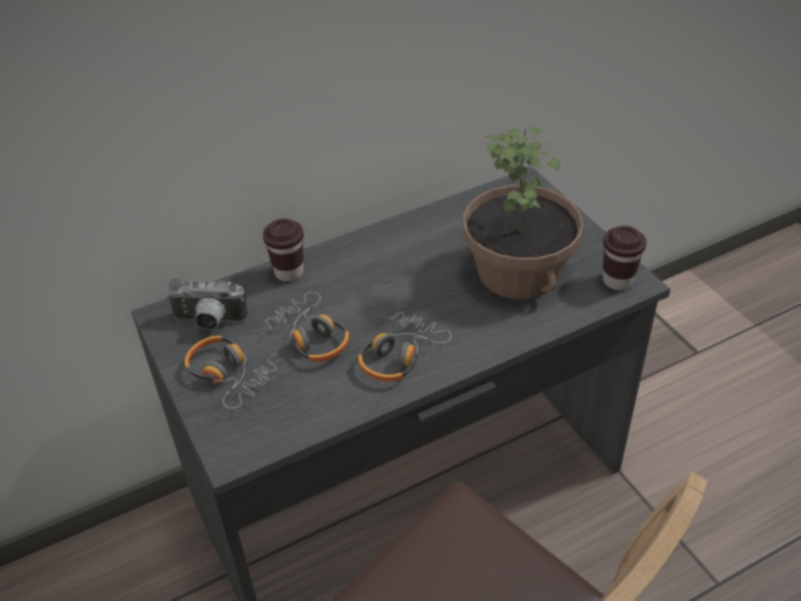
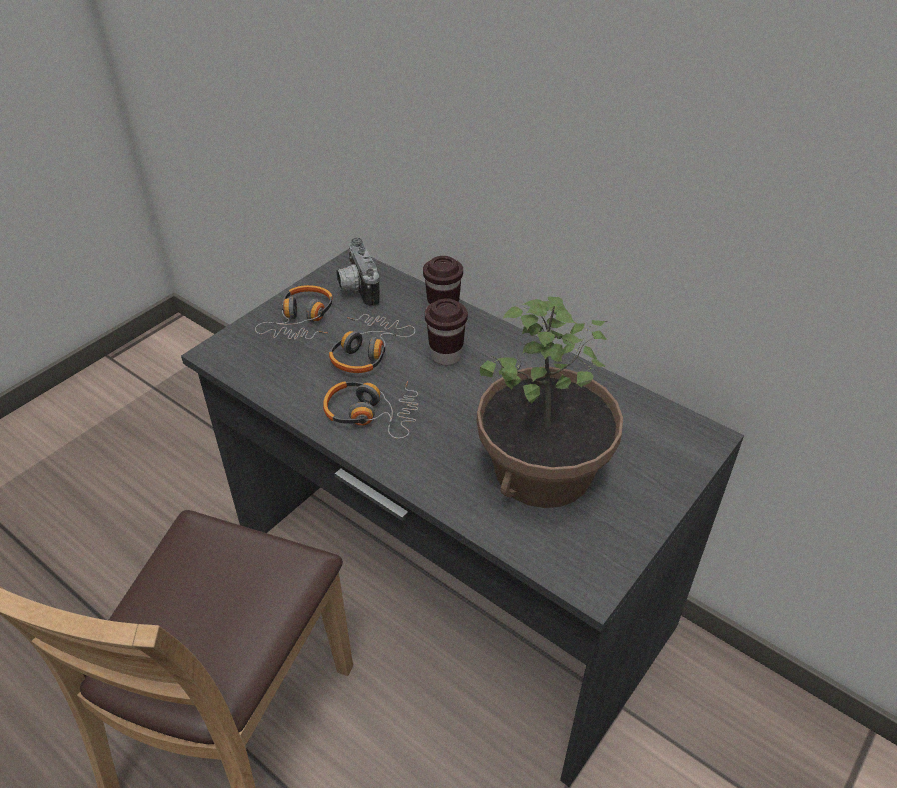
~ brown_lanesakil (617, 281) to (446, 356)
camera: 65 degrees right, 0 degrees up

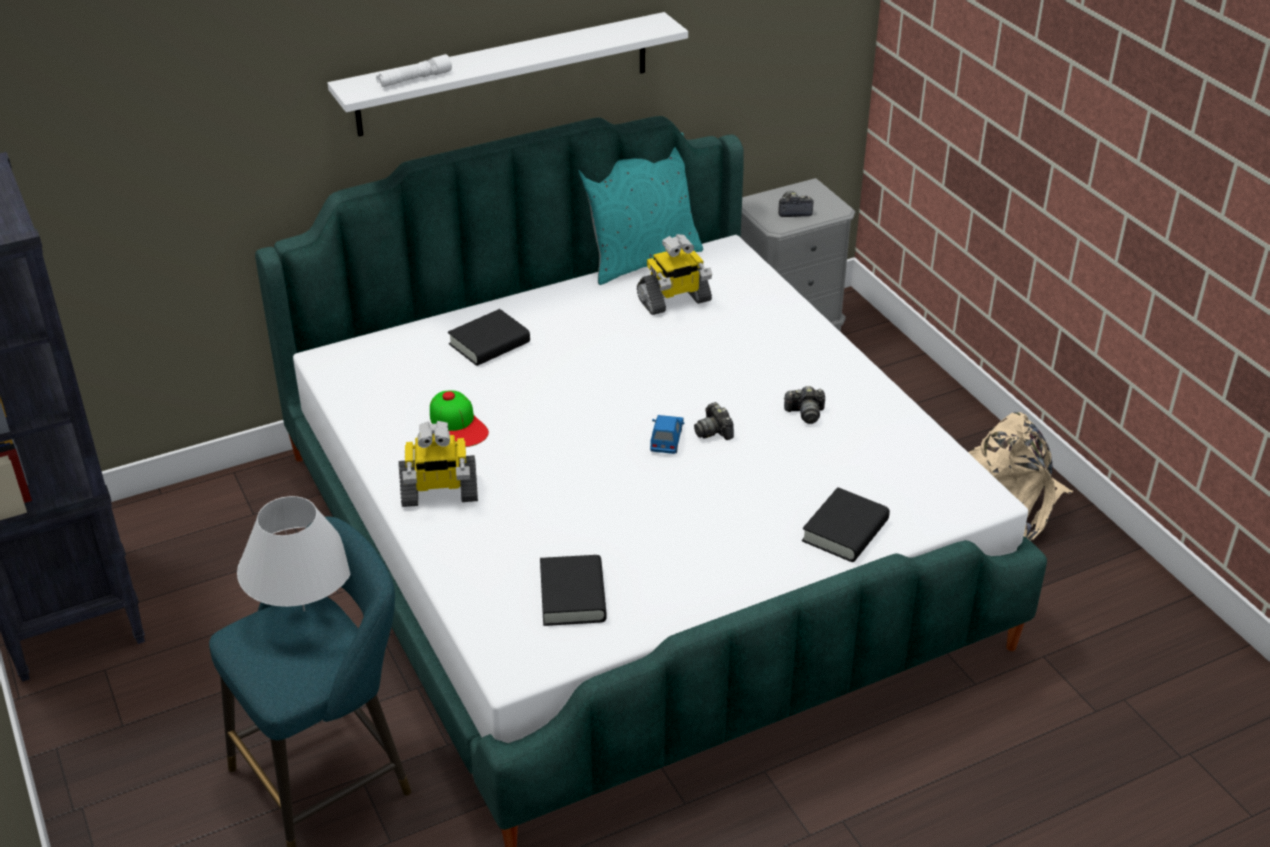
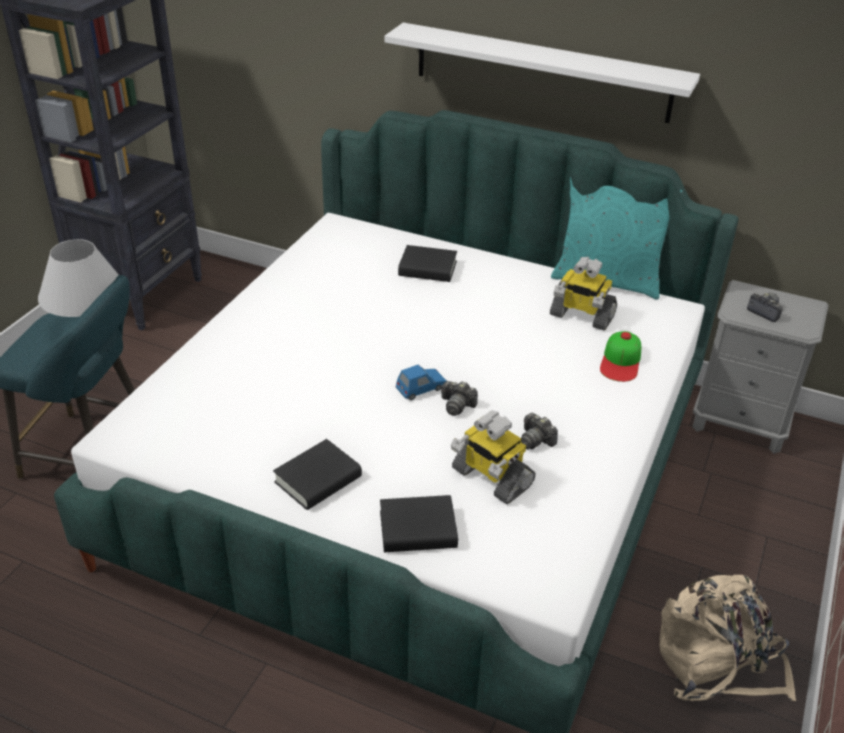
- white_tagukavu (414, 79)
~ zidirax (439, 493) to (491, 478)
~ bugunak (458, 424) to (621, 361)
~ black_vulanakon (573, 596) to (318, 480)
~ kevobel (714, 431) = (457, 405) 90 degrees counterclockwise
camera: 50 degrees right, 0 degrees up

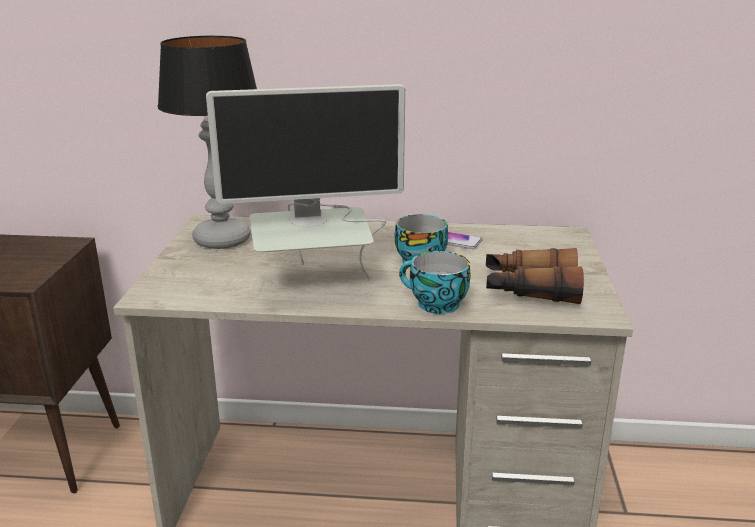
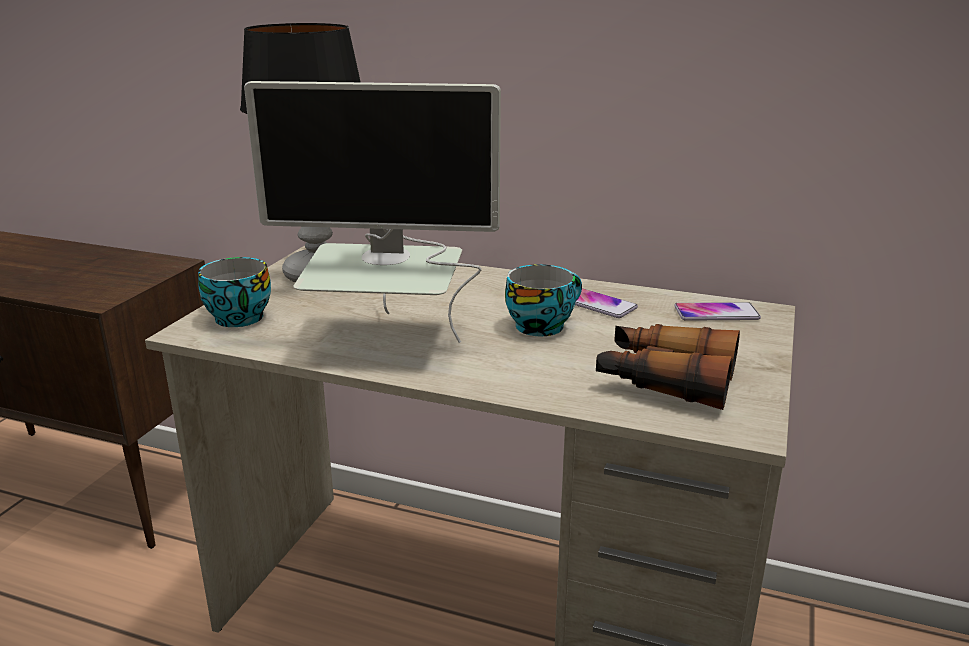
~ lanesakil (435, 304) to (235, 318)
+ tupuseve (716, 313)
camera: 15 degrees right, 0 degrees up

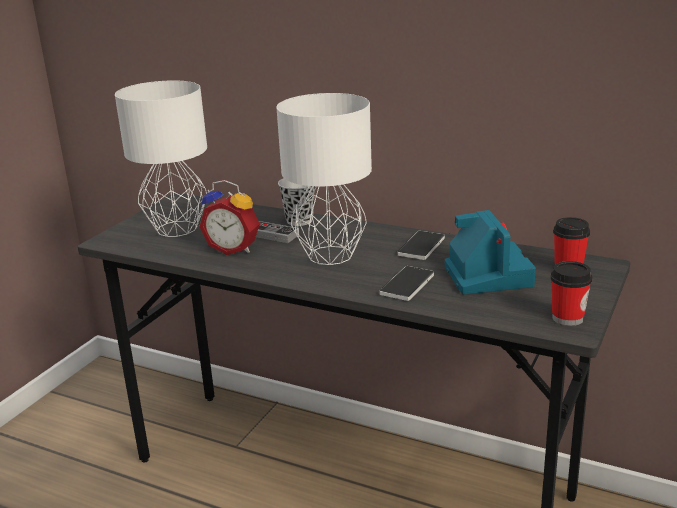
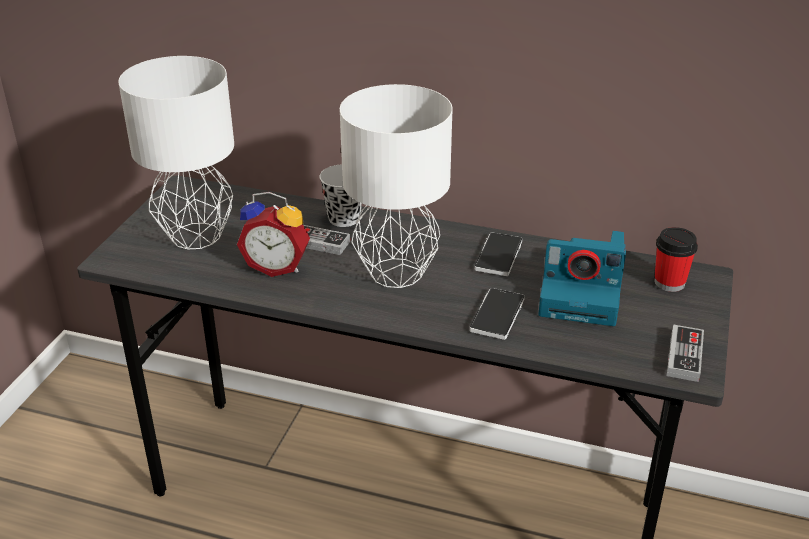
~ kevobel (486, 275) = (582, 296) 120 degrees clockwise
~ lanesakil (567, 318) to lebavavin (684, 356)
camera: 10 degrees left, 10 degrees up

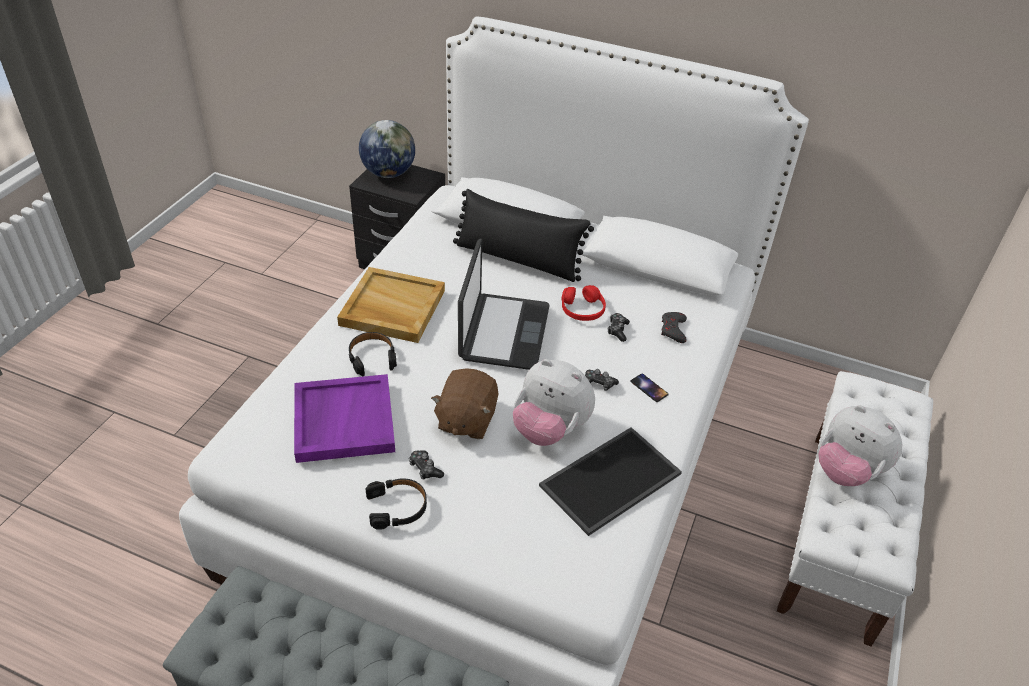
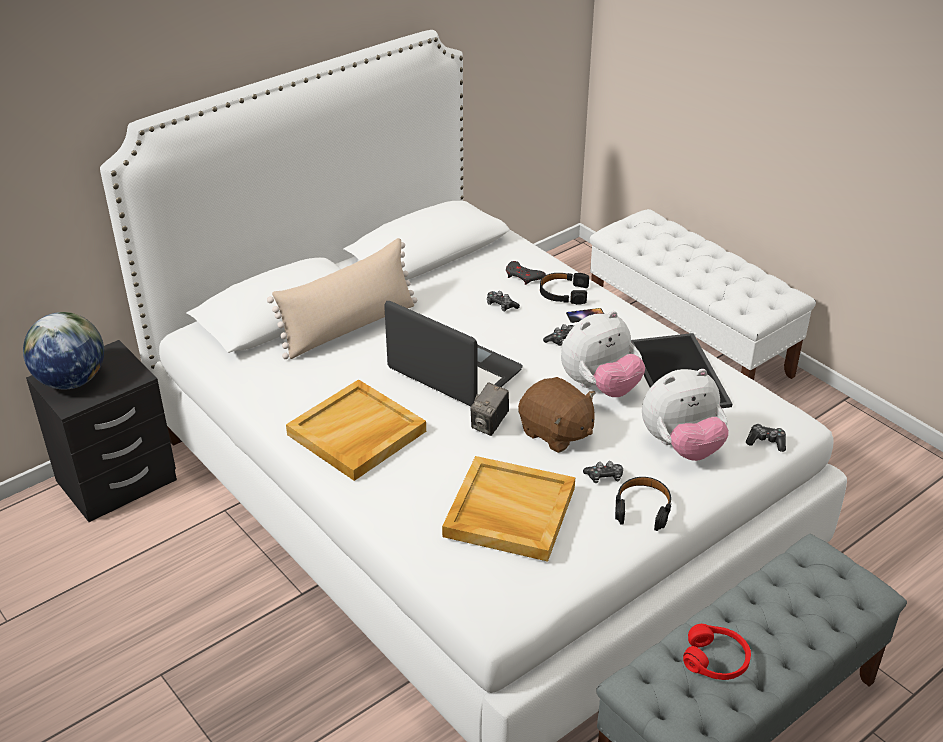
~ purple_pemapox (343, 420) to beige_pemapox (508, 512)
~ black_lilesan (372, 357) to (563, 293)
~ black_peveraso (518, 259) to beige_peveraso (349, 327)
~ red_lilesan (582, 310) to (716, 660)
~ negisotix (847, 471) to (681, 446)
+ kevobel (489, 424)
+ lebavavin (766, 442)
camera: 60 degrees left, 5 degrees down

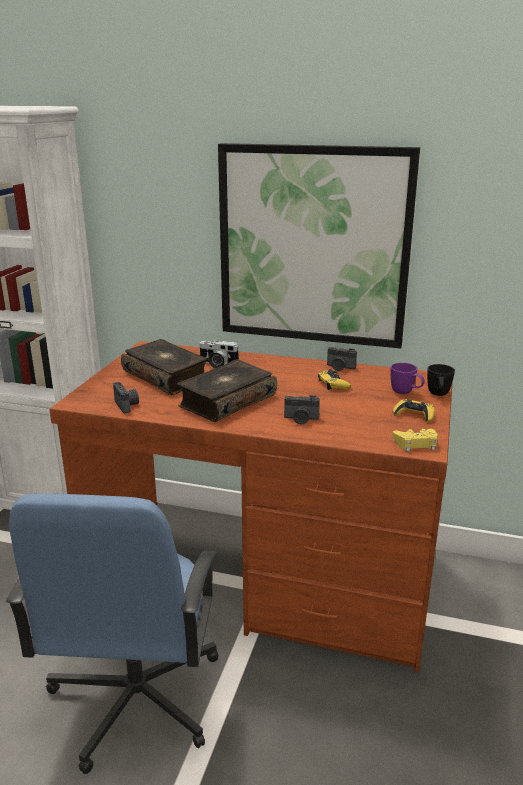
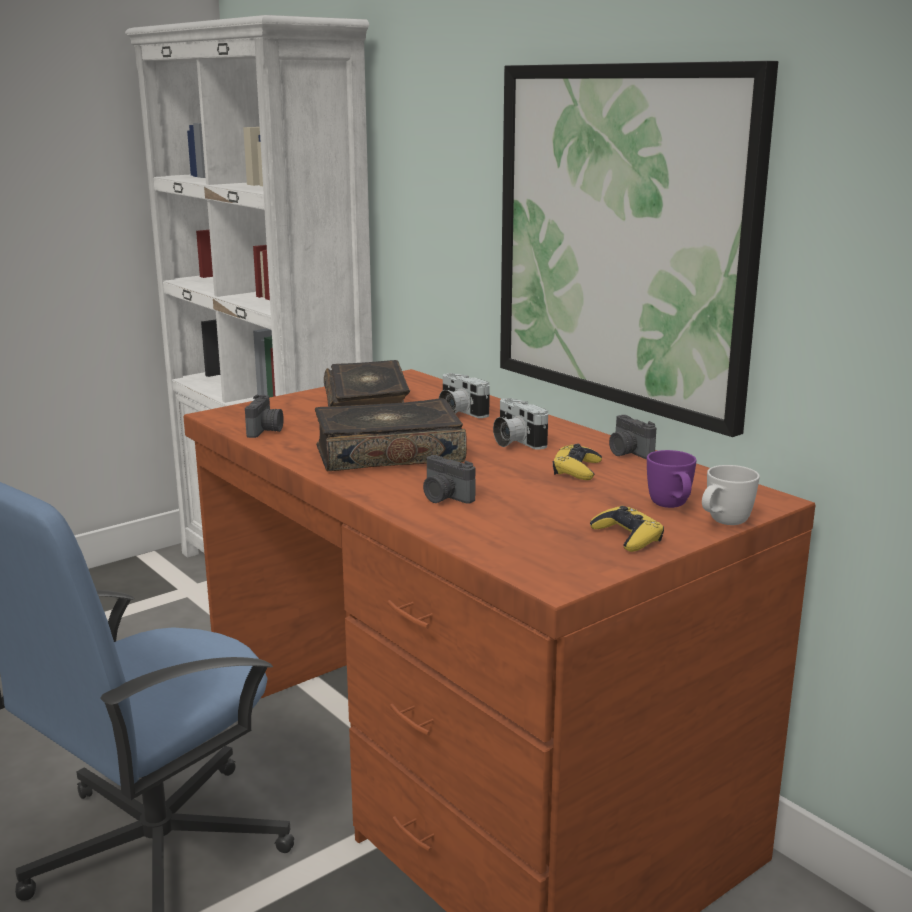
- yellow_lebavavin (416, 444)
~ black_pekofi (438, 395) to white_pekofi (723, 523)
+ kevobel (514, 441)
camera: 35 degrees right, 5 degrees down

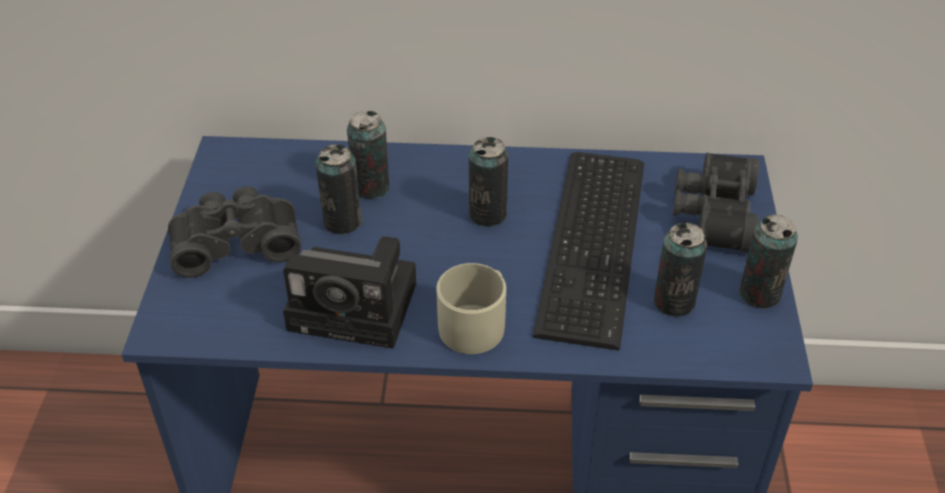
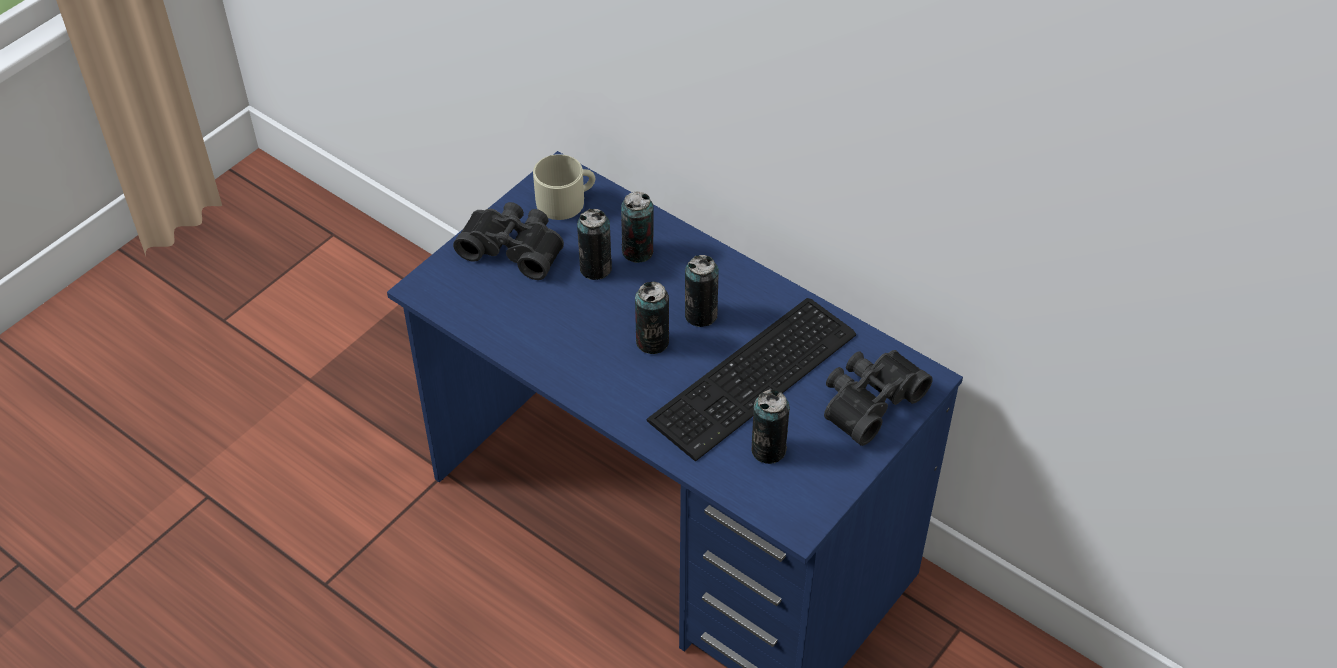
- kevobel (359, 306)
~ beige_pekofi (476, 323) to (566, 201)
~ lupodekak (759, 294) to (652, 341)
camera: 35 degrees right, 5 degrees up

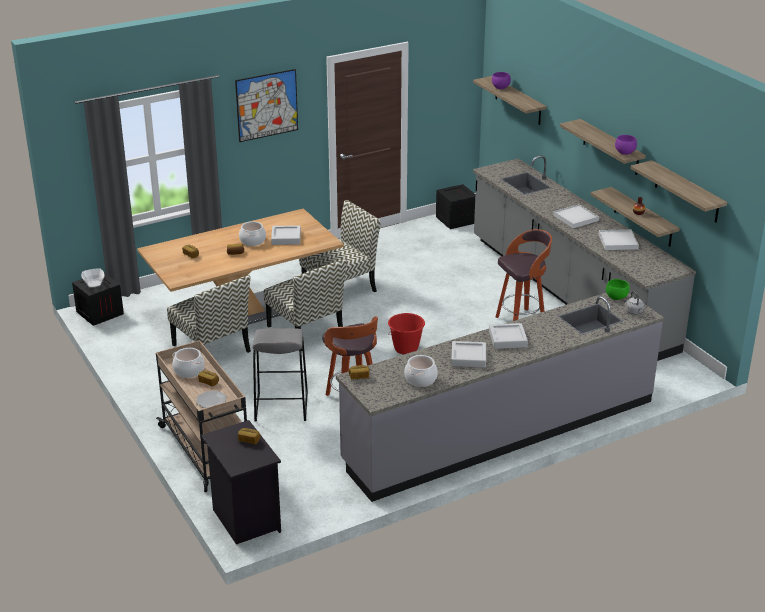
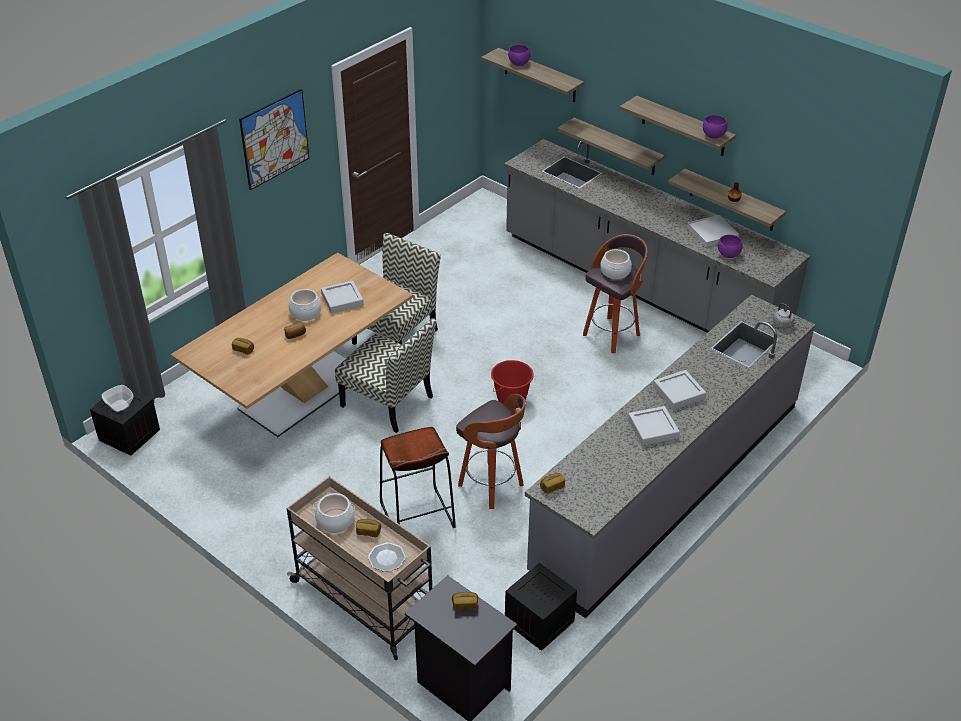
- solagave (212, 348)
~ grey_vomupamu (281, 407) to brown_vomupamu (417, 515)
~ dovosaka (420, 379) to (615, 272)
~ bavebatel (456, 220) to (540, 621)
- white_pemapox (575, 218)
- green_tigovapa (616, 297)
~ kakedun (686, 192) to (617, 147)
+ purple_tigovapa (728, 255)
camera: 20 degrees left, 10 degrees up

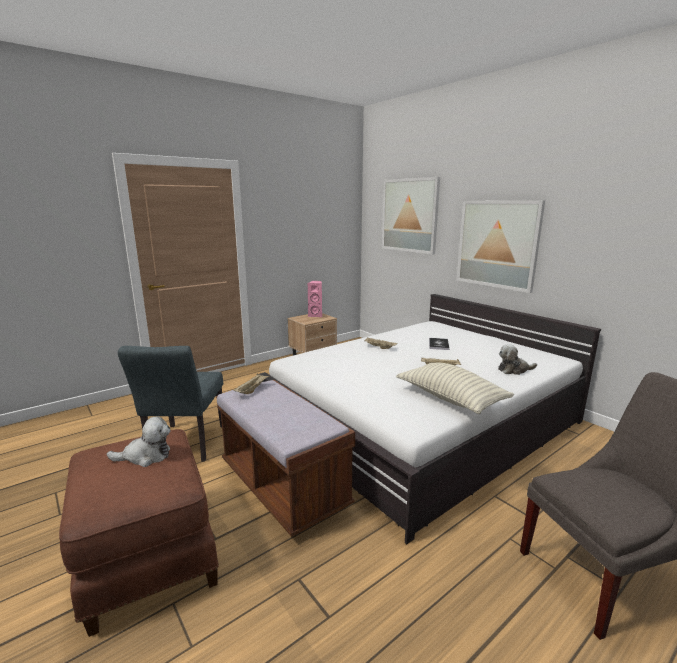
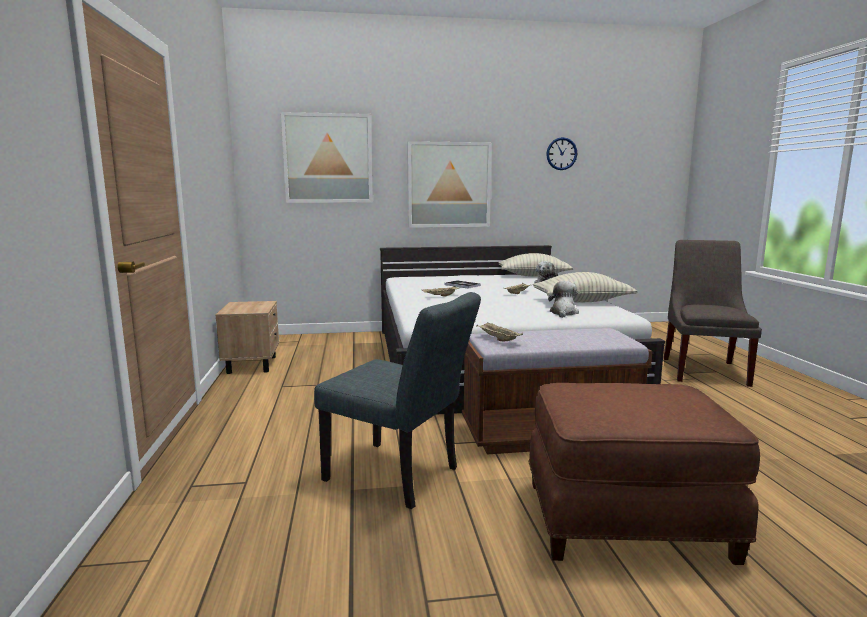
~ negisotix (145, 456) to (563, 313)
- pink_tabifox (316, 315)
+ peveraso (533, 276)
+ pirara (561, 153)
camera: 60 degrees left, 5 degrees down

